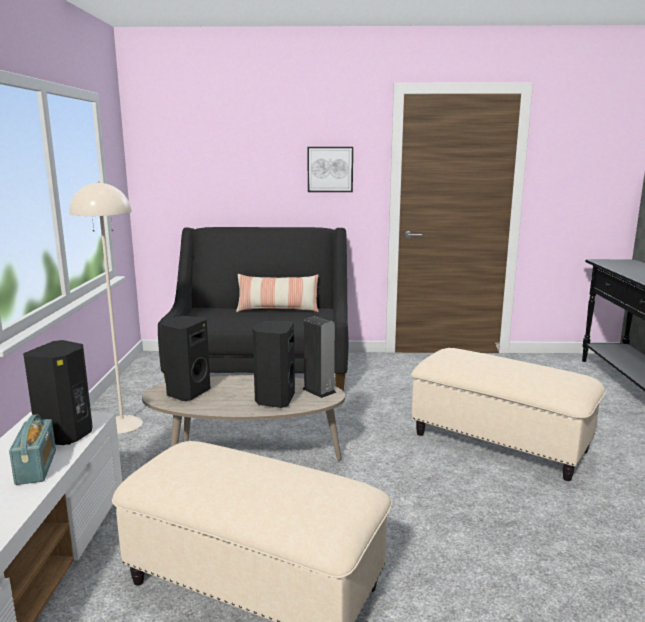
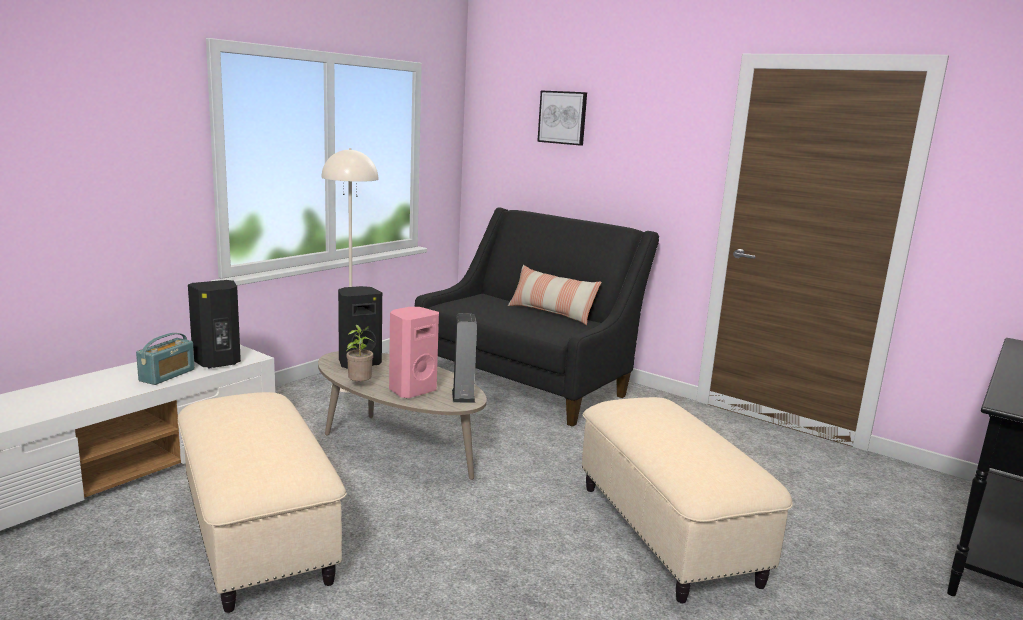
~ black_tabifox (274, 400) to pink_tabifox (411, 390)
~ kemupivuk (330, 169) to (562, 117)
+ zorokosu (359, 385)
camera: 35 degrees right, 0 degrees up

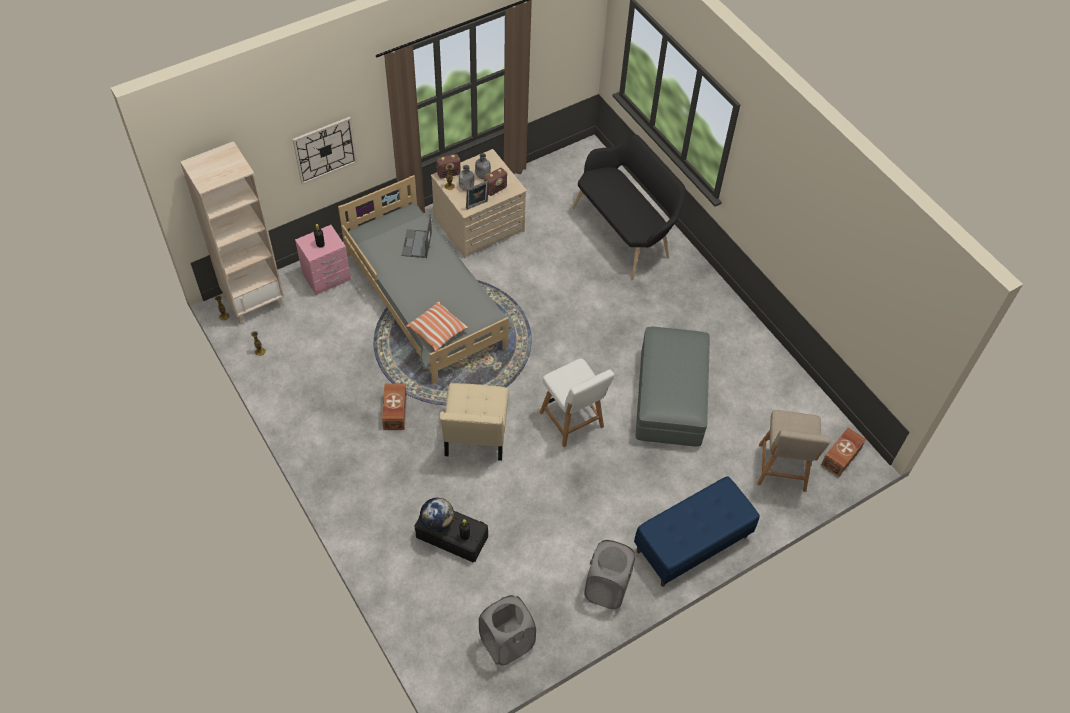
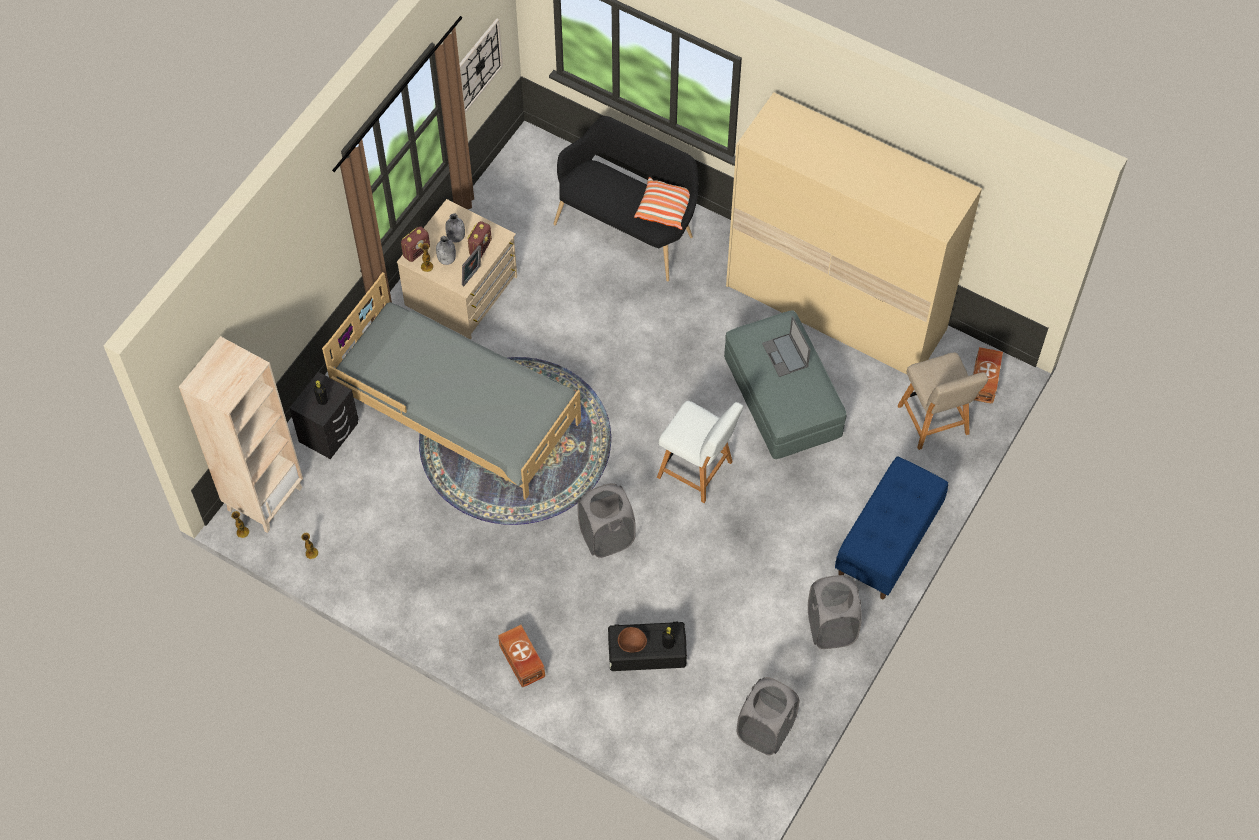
~ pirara (325, 150) to (479, 65)
~ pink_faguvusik (326, 277) to black_faguvusik (329, 433)
~ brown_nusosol (394, 412) to (521, 662)
~ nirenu (417, 244) to (785, 355)
~ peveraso (438, 331) to (665, 209)
~ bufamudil (437, 522) to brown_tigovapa (632, 644)
~ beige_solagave (475, 437) to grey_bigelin (606, 536)
+ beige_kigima (836, 308)
camera: 25 degrees left, 5 degrees up

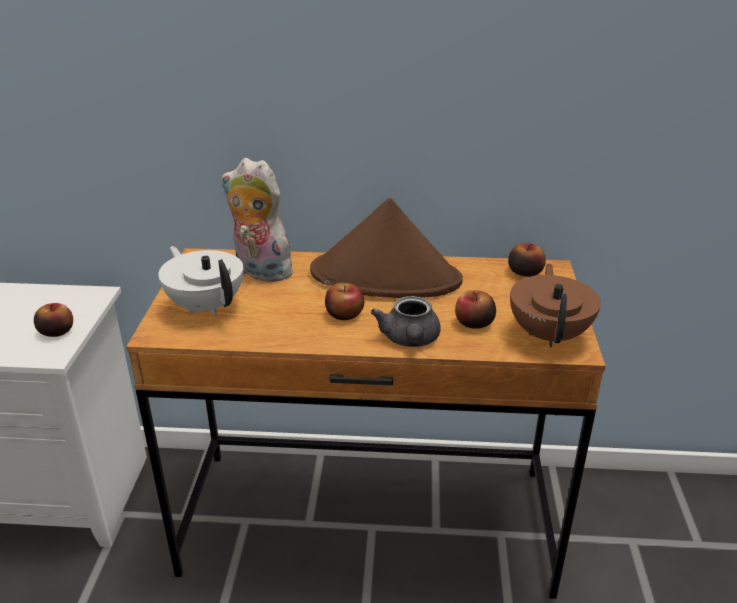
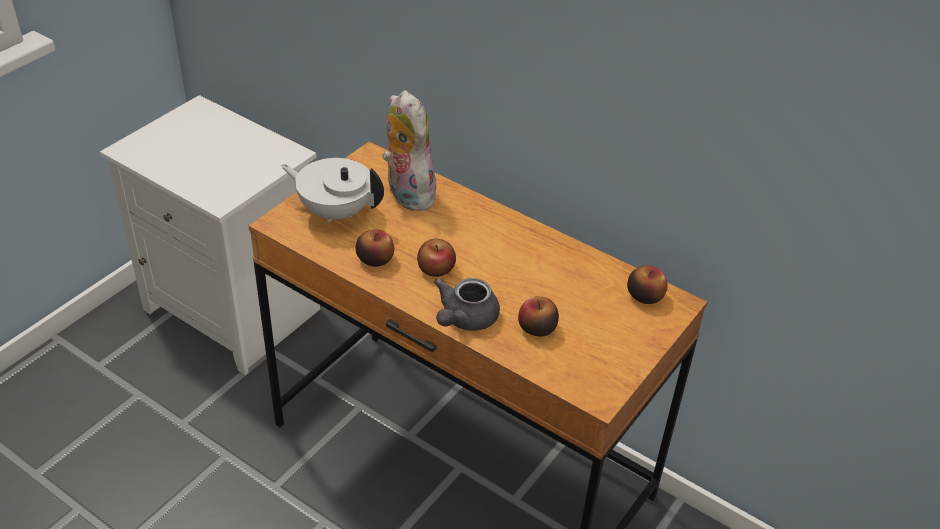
~ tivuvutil (56, 331) to (375, 259)
~ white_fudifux (206, 306) = (335, 211) 60 degrees counterclockwise
- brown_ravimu (386, 277)
- brown_fudifux (549, 334)
camera: 30 degrees right, 10 degrees up

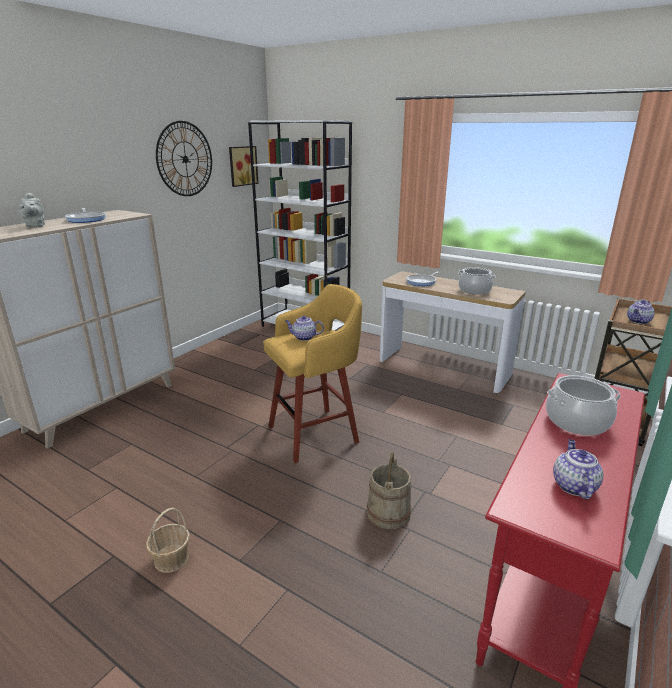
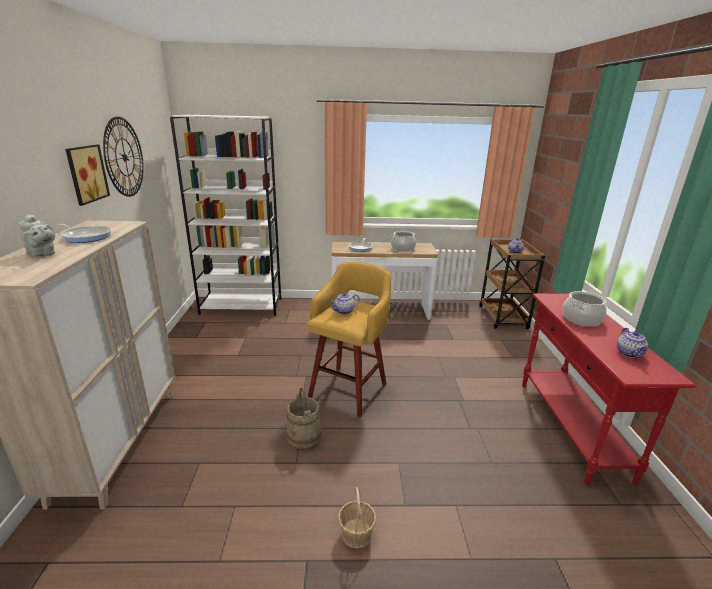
~ kemupivuk (242, 166) to (85, 174)
~ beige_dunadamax (388, 513) to (304, 436)
~ fudifux (573, 485) = (630, 354) 150 degrees counterclockwise
camera: 35 degrees left, 0 degrees up

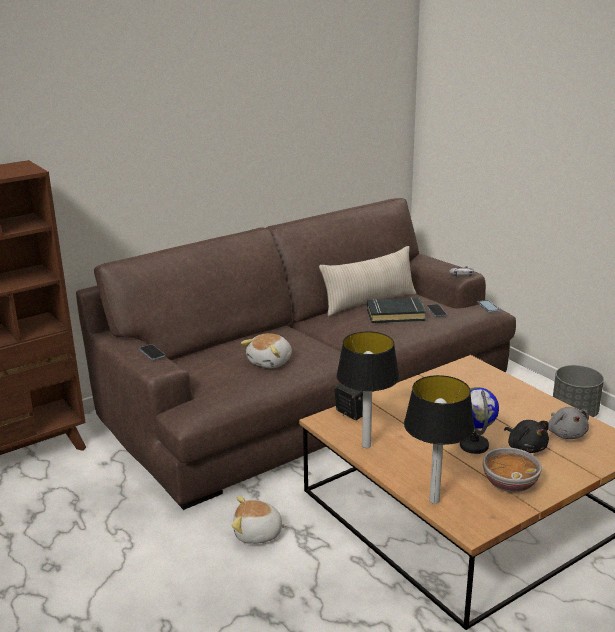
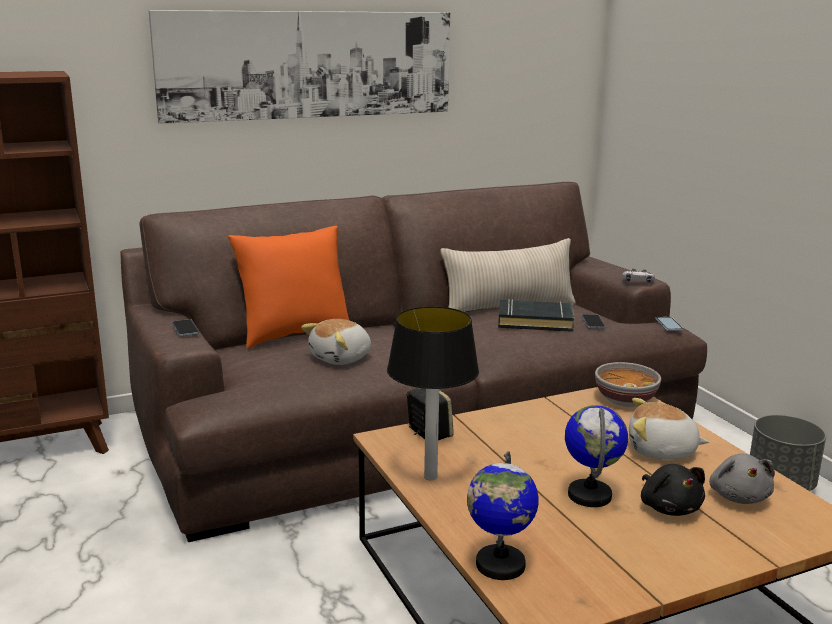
~ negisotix (258, 534) to (661, 451)
~ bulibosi (435, 500) to bufamudil (499, 565)
~ tigovapa (509, 483) to (625, 399)
+ kemupivuk (309, 64)
+ orange_peveraso (294, 334)
camera: 10 degrees right, 5 degrees down

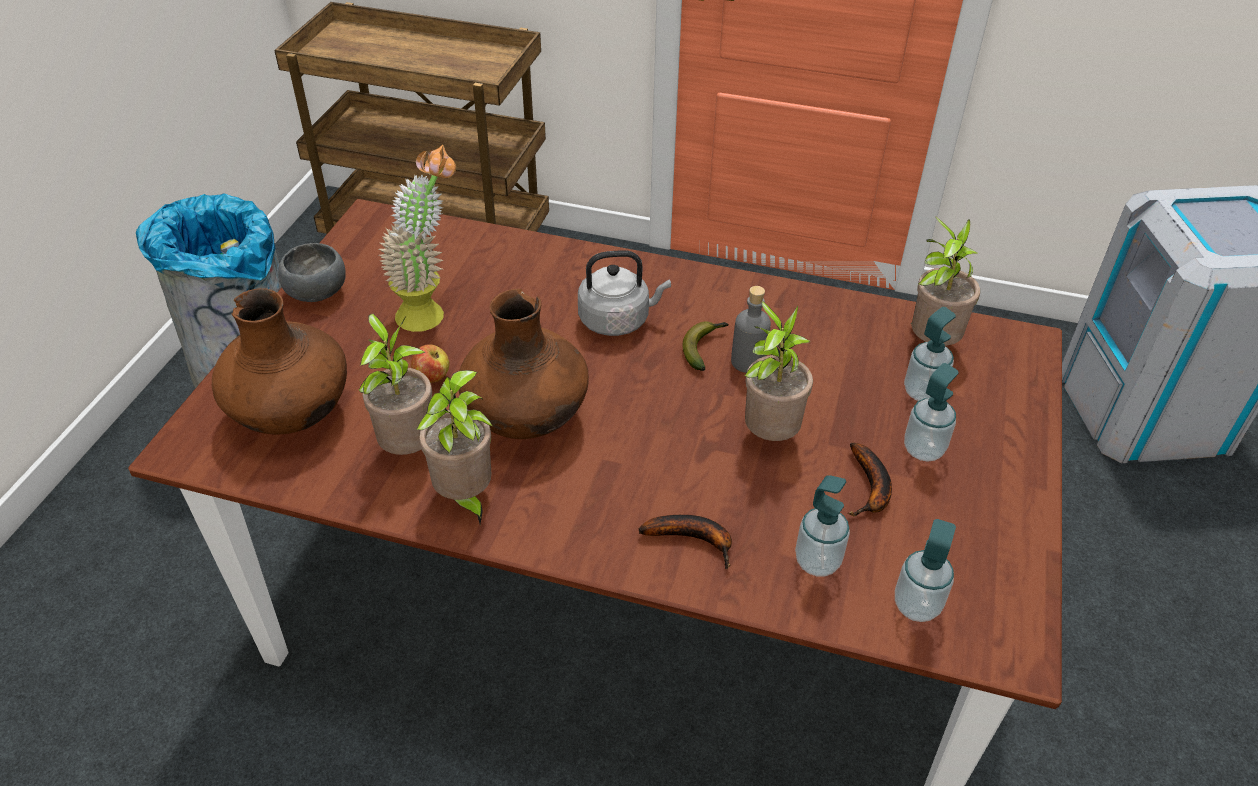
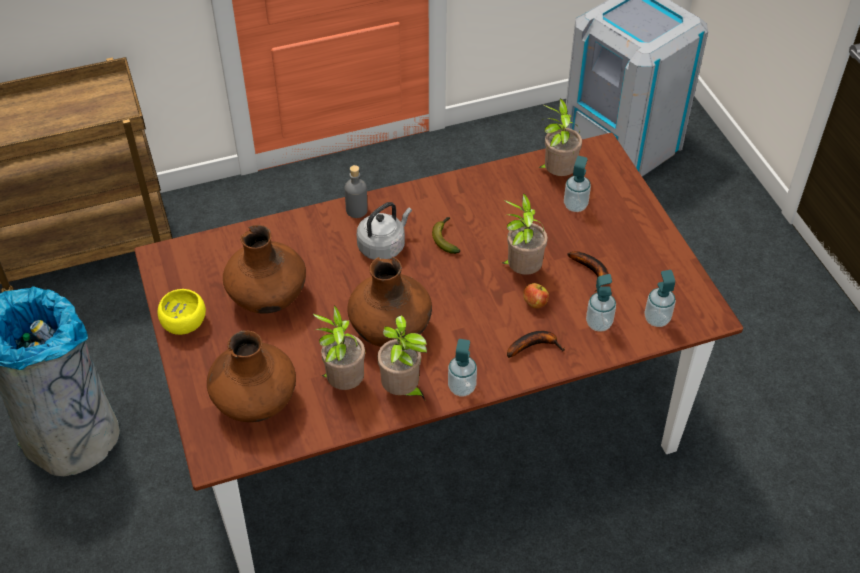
~ grey_tigovapa (319, 293) to yellow_tigovapa (185, 323)
~ zorokosu (430, 310) to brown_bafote (268, 297)
~ tivuvutil (432, 377) to (535, 303)
~ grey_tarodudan (748, 361) to (357, 210)
~ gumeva (923, 449) to (461, 387)
camera: 35 degrees left, 5 degrees up

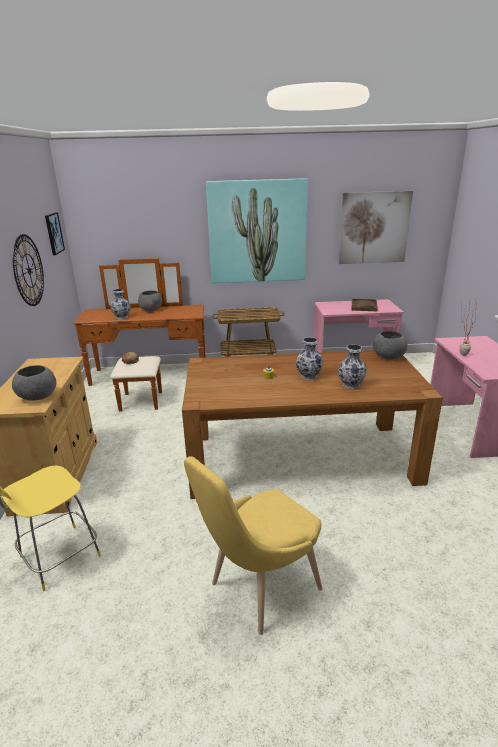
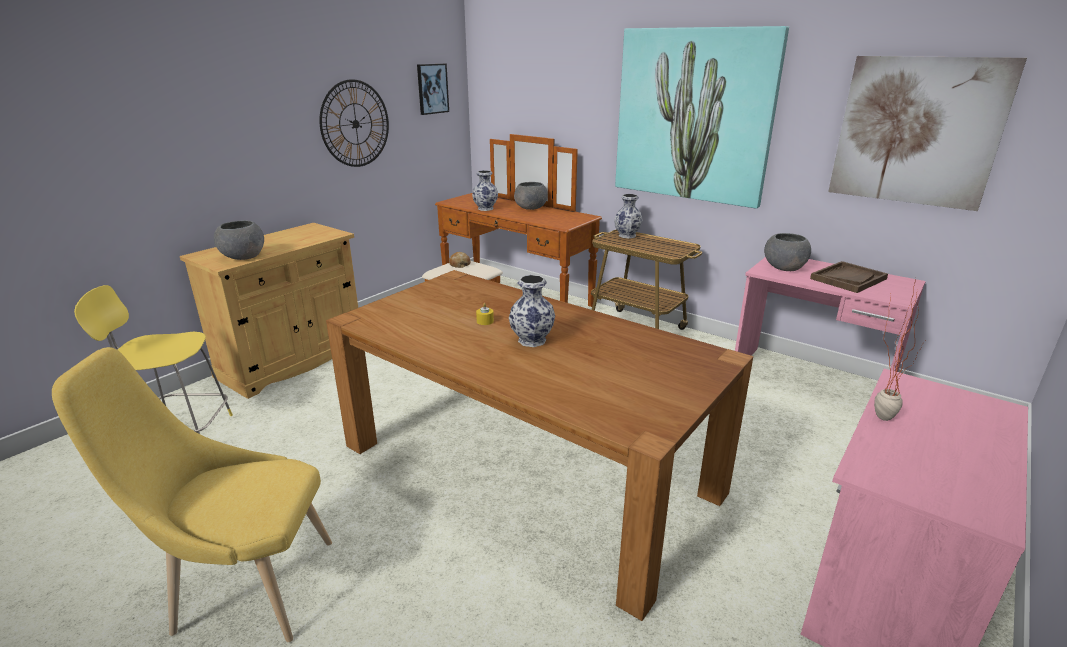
~ bafote (350, 385) to (626, 235)
~ grey_tigovapa (388, 356) to (784, 267)
camera: 40 degrees right, 0 degrees up

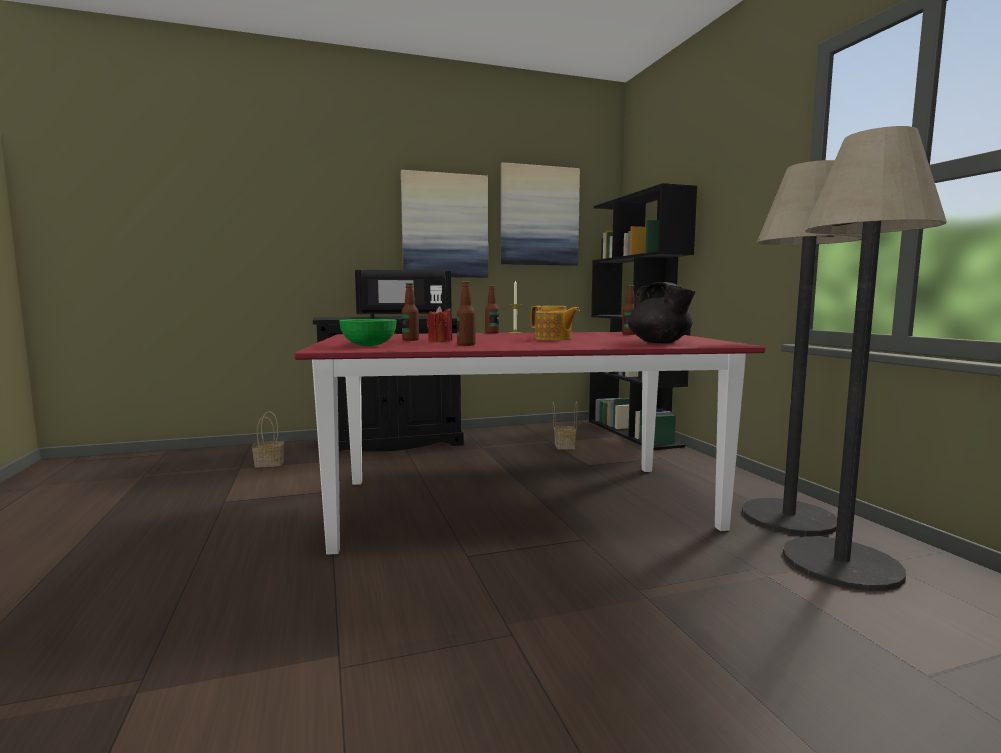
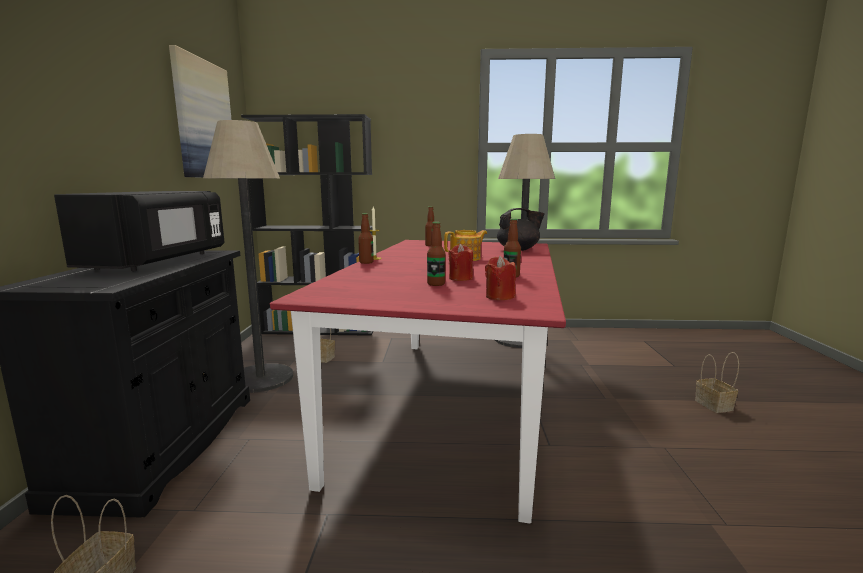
~ green_tigovapa (368, 345) to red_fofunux (499, 297)
- kemupivuk (445, 226)
~ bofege (841, 564) to (260, 378)
+ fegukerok (715, 405)
camera: 70 degrees left, 5 degrees up

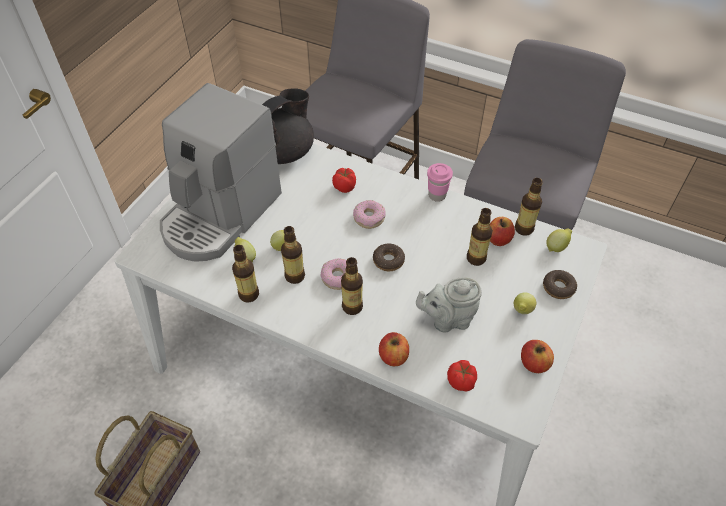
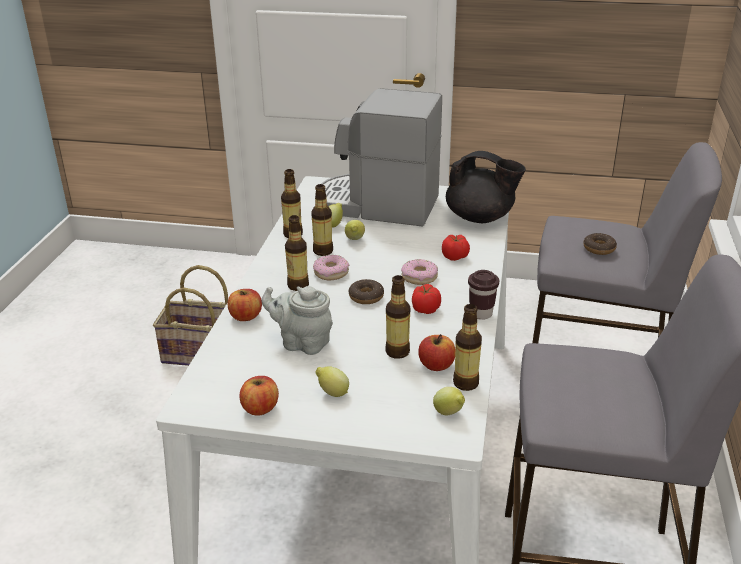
~ grey_fudifux (448, 319) = (302, 343) 45 degrees counterclockwise
~ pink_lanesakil (437, 195) to brown_lanesakil (481, 314)
~ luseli (461, 382) to (425, 309)
~ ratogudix (558, 287) to (599, 248)
camera: 75 degrees right, 20 degrees down

